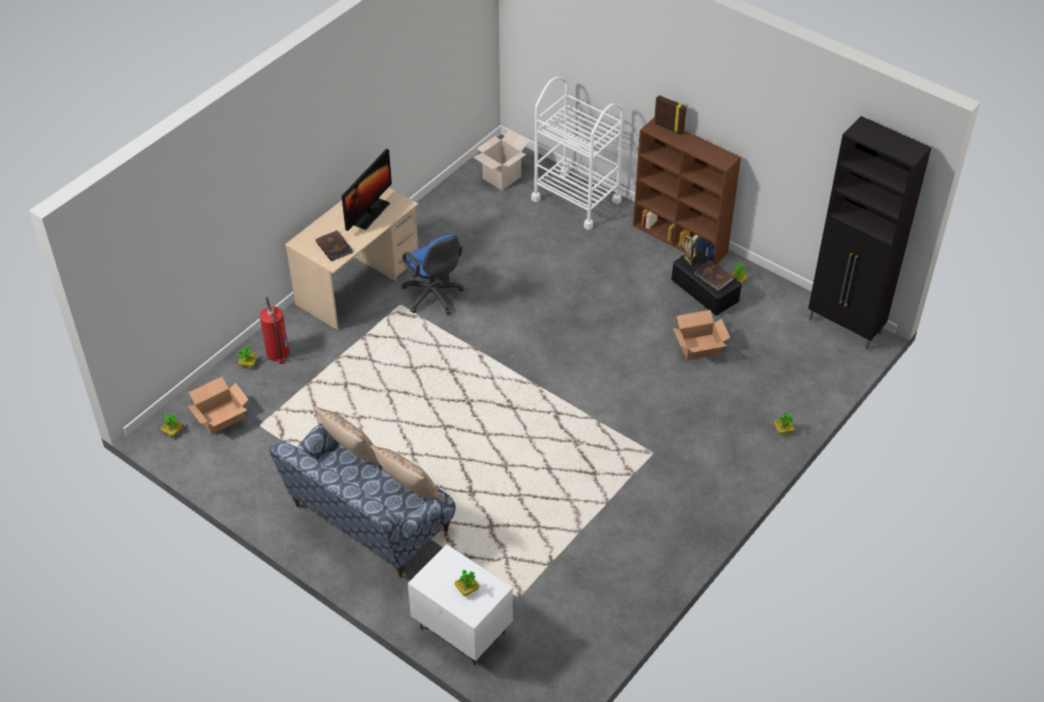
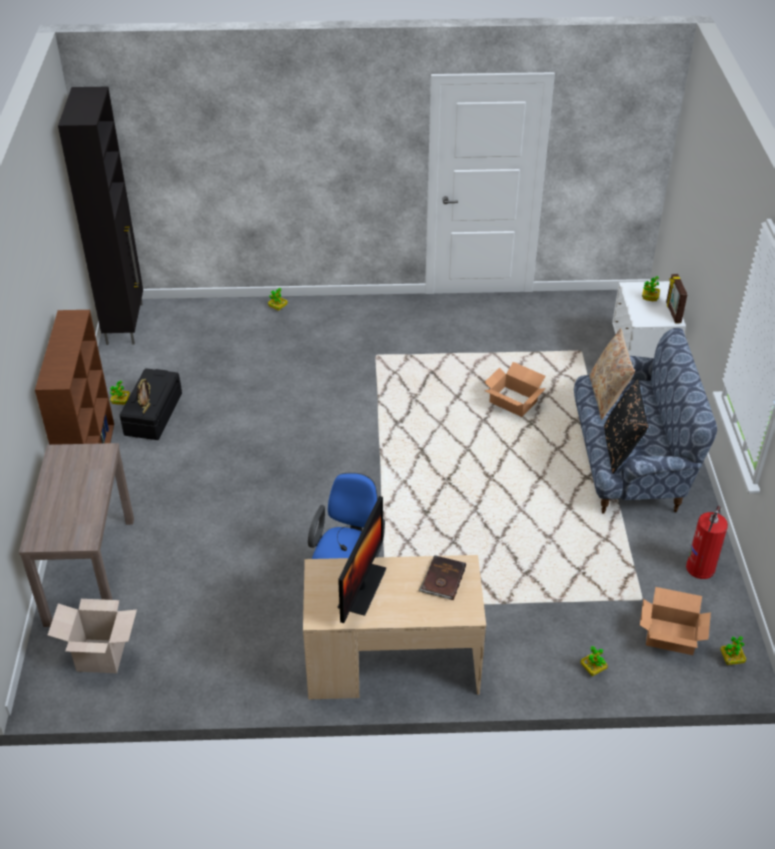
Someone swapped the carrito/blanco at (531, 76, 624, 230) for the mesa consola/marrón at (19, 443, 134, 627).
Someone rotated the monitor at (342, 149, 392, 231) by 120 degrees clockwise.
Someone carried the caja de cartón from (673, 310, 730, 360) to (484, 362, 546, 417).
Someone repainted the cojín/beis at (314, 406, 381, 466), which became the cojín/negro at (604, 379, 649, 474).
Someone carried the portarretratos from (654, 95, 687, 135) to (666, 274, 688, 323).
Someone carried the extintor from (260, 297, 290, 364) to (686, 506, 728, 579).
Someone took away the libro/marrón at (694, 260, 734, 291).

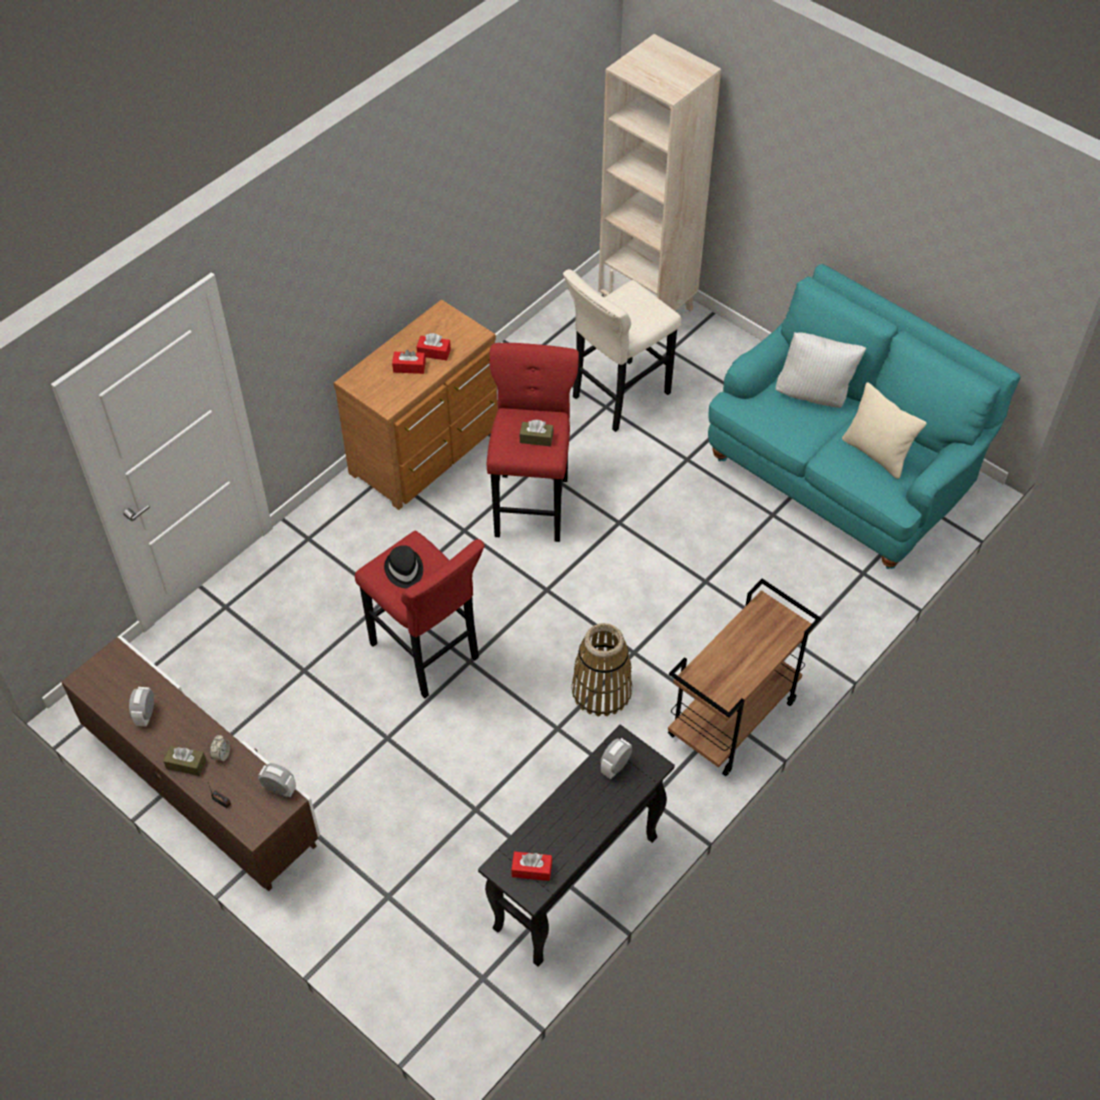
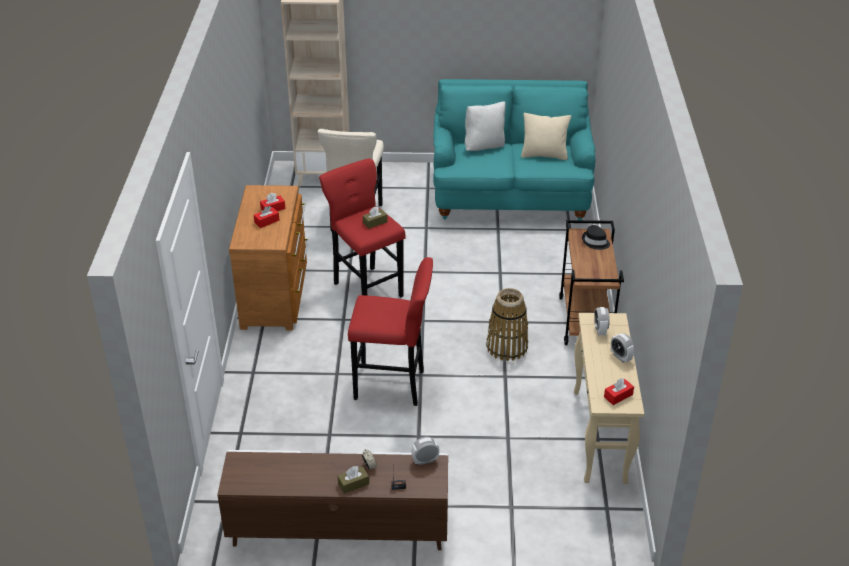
Someone repainted the mesa consola/negro at (478, 724, 675, 967), which became the mesa consola/beis at (574, 313, 644, 484).
Someone carried the sombrero/negro from (384, 545, 423, 589) to (582, 225, 610, 250).
Someone carried the despertador from (129, 687, 154, 727) to (611, 333, 634, 363).

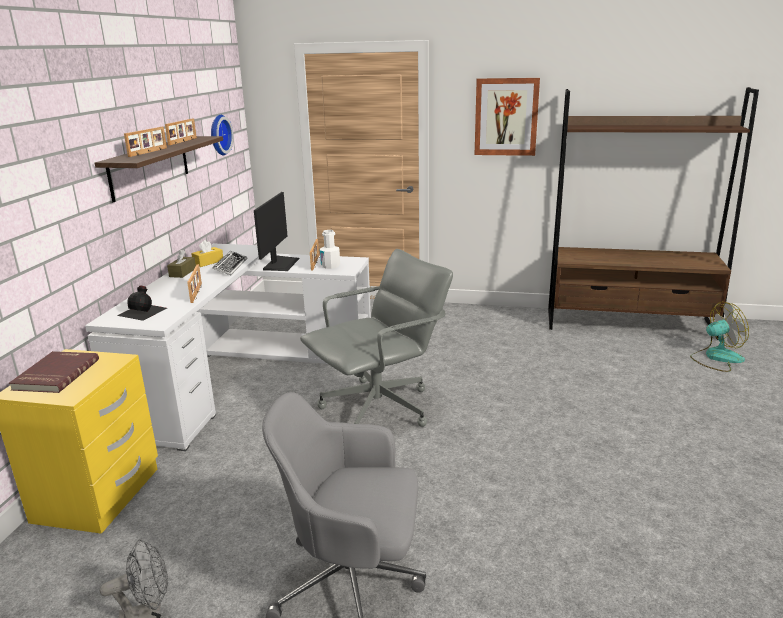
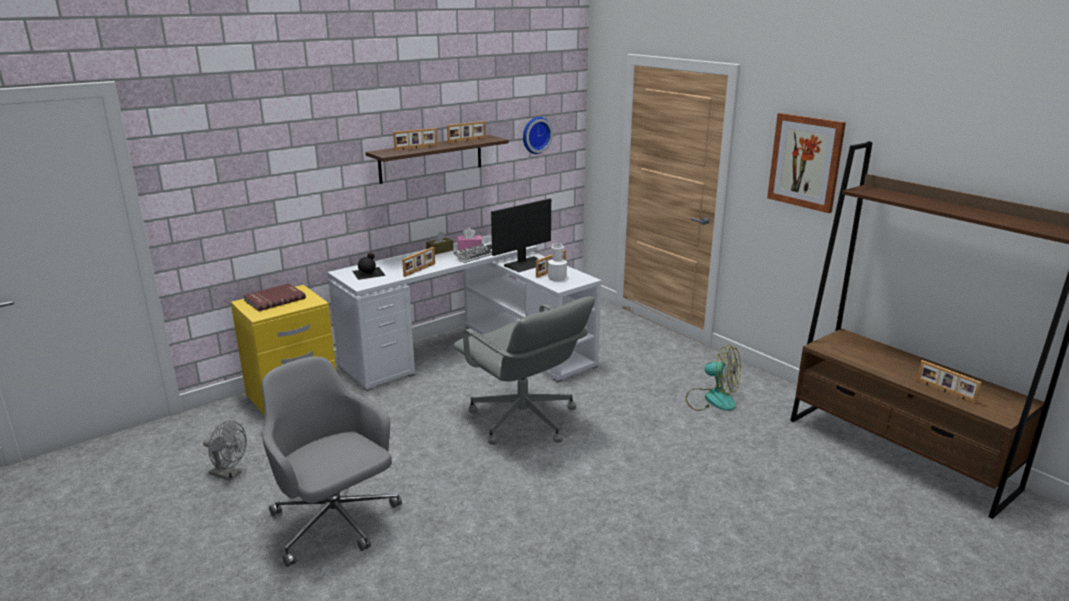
Someone rotated the silla de oficina/gris at (300, 249, 453, 427) by 45 degrees clockwise.
Someone repainted the caja de pañuelos/amarillo at (191, 240, 223, 267), which became the caja de pañuelos/rosa at (457, 228, 482, 250).
Someone carried the ventilador from (690, 302, 749, 372) to (686, 344, 741, 411).
Someone put down the portarretratos at (917, 360, 981, 404).

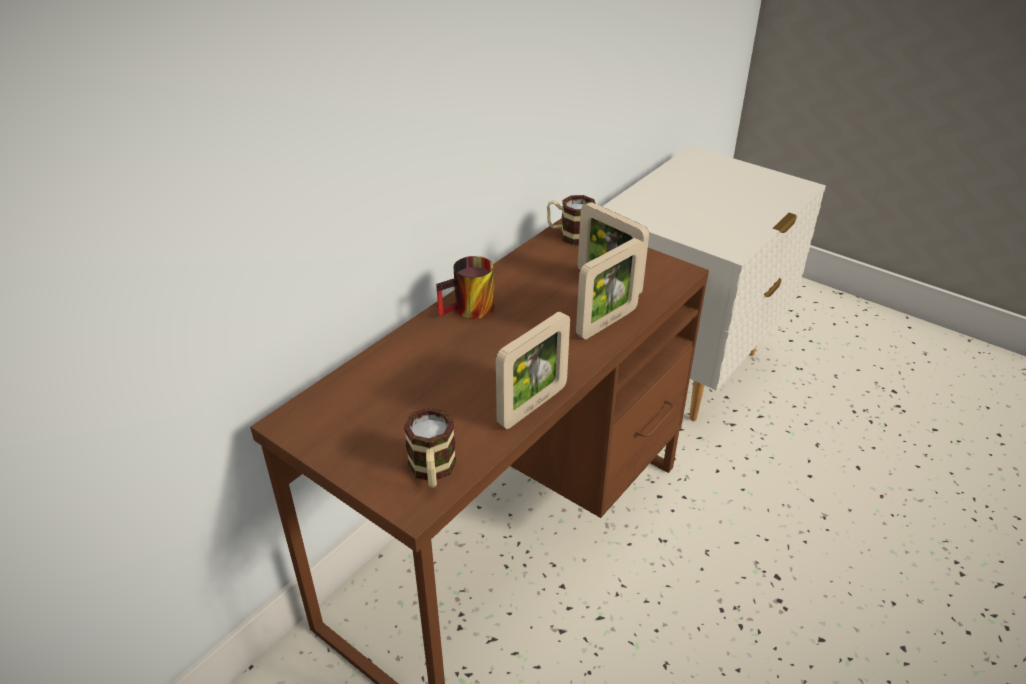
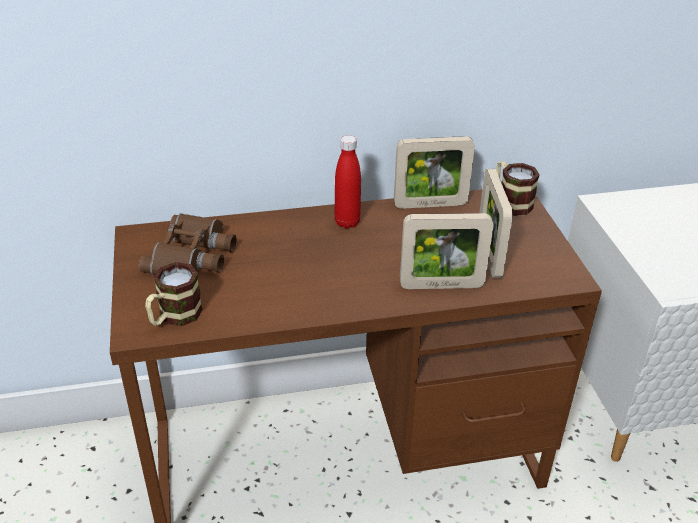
Someone put down the prismáticos/marrón at (139, 213, 237, 275).
Someone swapped the taza grande at (436, 256, 494, 319) for the botella/rojo at (335, 135, 361, 229).
Someone carried the portarretratos from (496, 312, 570, 429) to (394, 136, 475, 209).

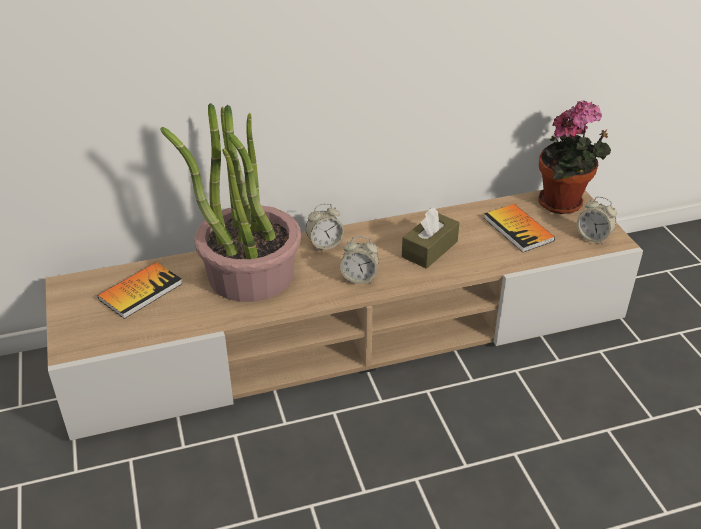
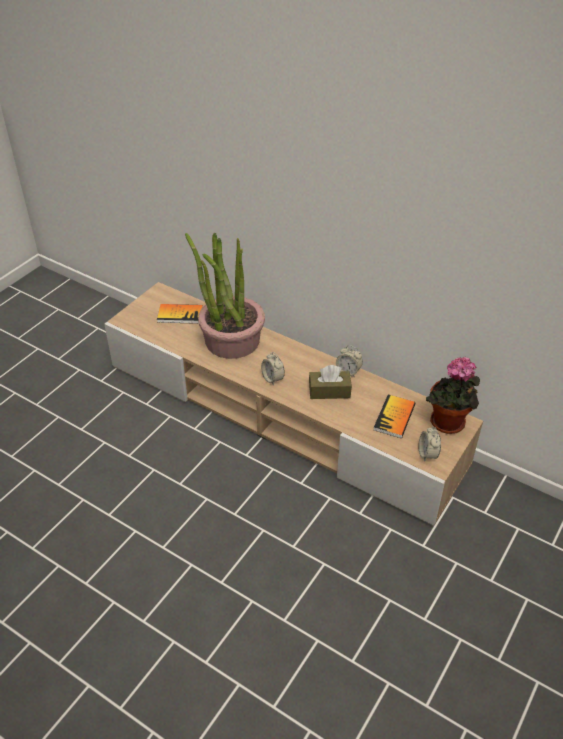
Someone carried the despertador from (306, 203, 344, 251) to (336, 345, 363, 377).

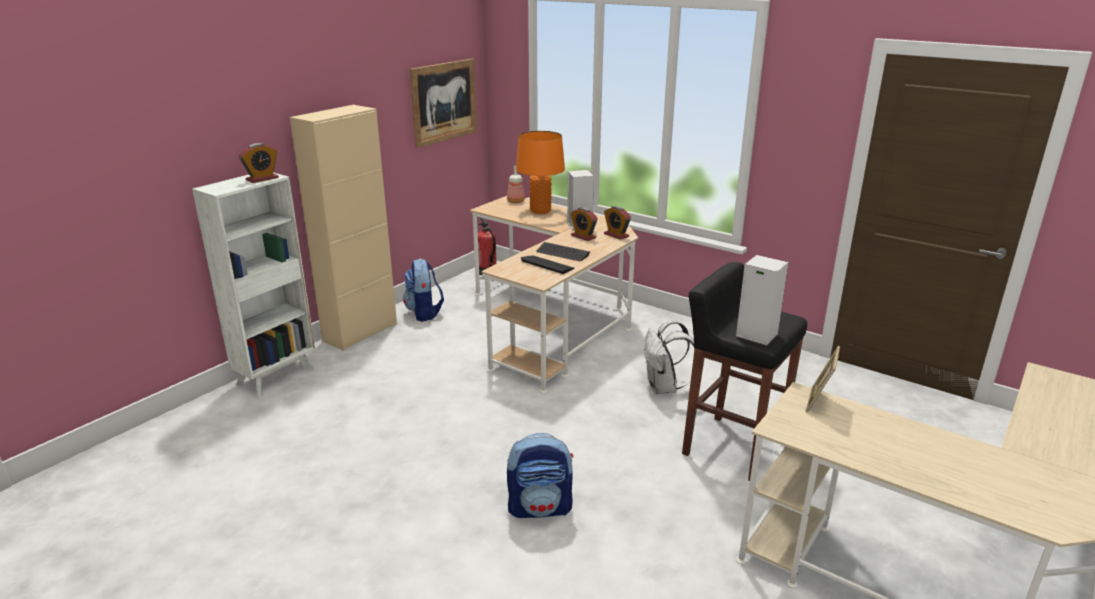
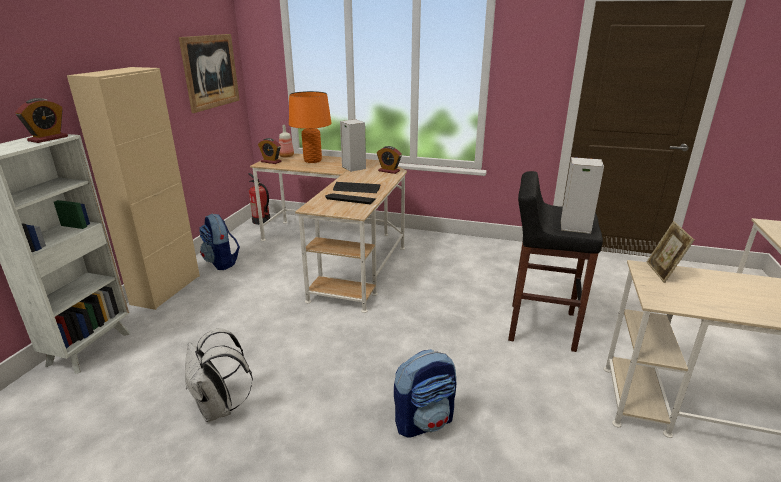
Someone carried the mochila/blanco from (644, 320, 695, 394) to (185, 328, 253, 422).
Someone carried the despertador from (570, 207, 598, 241) to (258, 138, 281, 164).

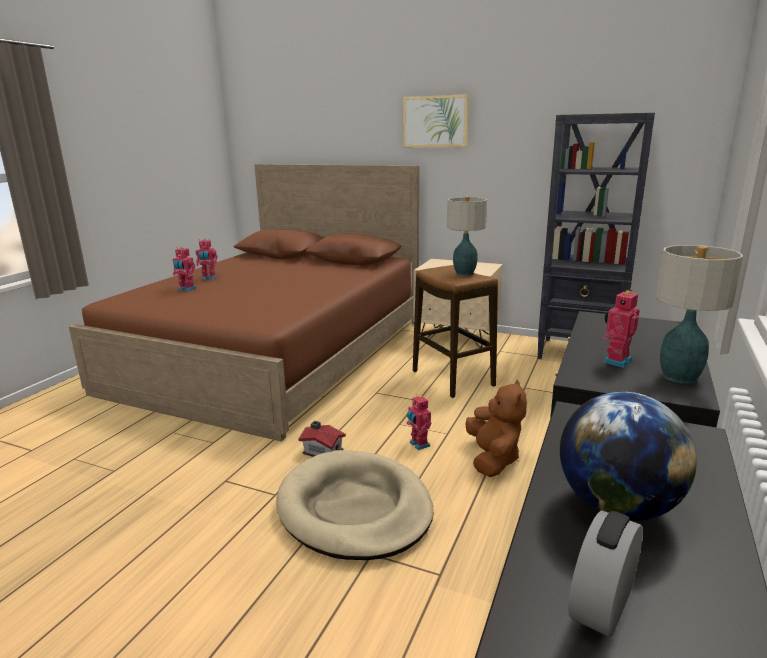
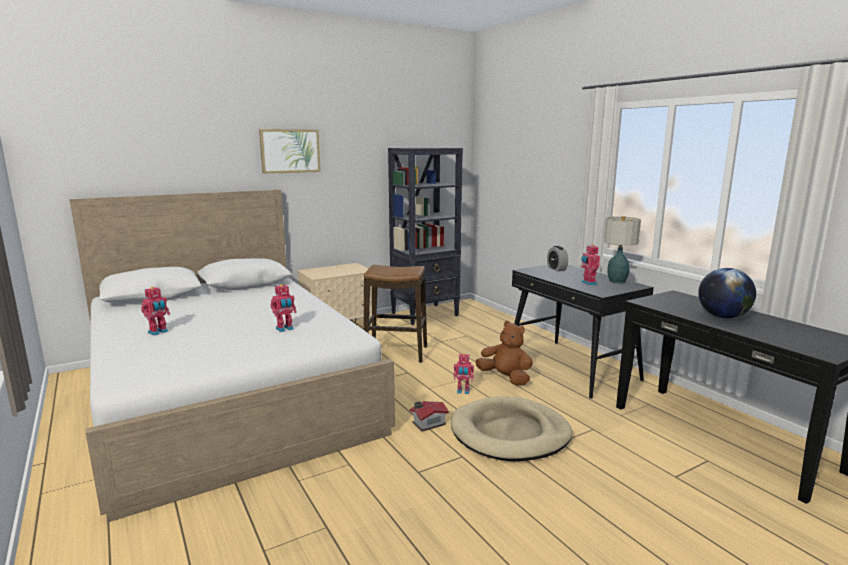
Someone repainted the cama/marrón at (69, 164, 420, 442), which became the cama/blanco at (70, 190, 395, 522).
Someone carried the robot de juguete from (173, 247, 196, 291) to (270, 284, 297, 332).
Someone carried the despertador from (568, 510, 643, 637) to (547, 246, 568, 271).
Someone took away the lámpara de mesa at (447, 196, 487, 276).

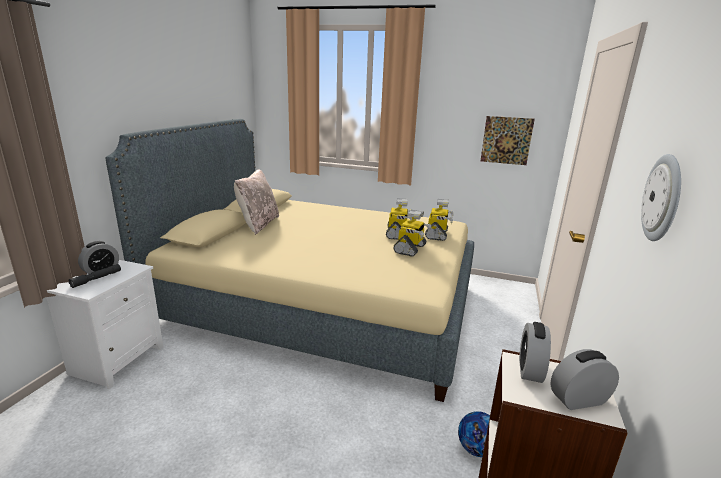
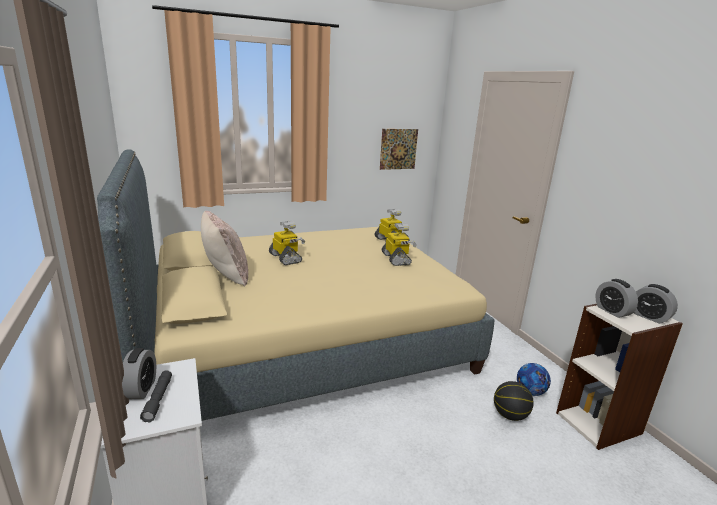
Someone carried the robot de juguete from (386, 198, 412, 240) to (269, 220, 305, 265).
Someone put down the balón de baloncesto at (494, 381, 534, 421).
Someone rotated the despertador at (550, 349, 619, 410) by 75 degrees counterclockwise.
Someone took away the reloj de pared at (641, 154, 681, 241).

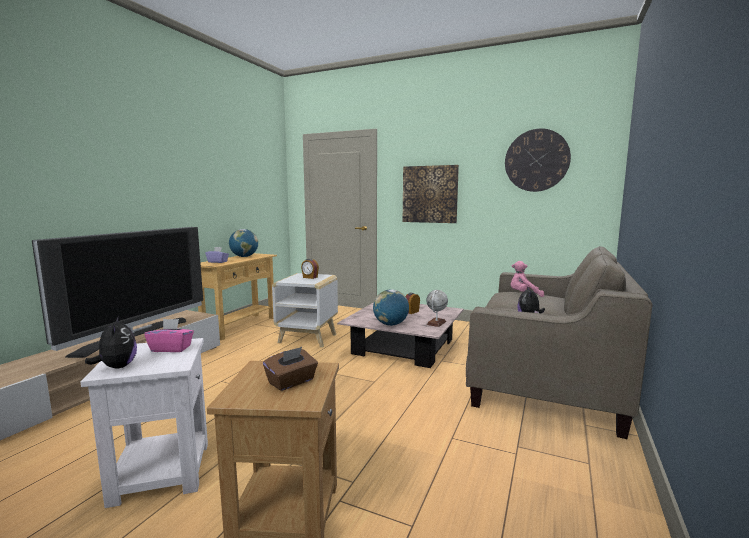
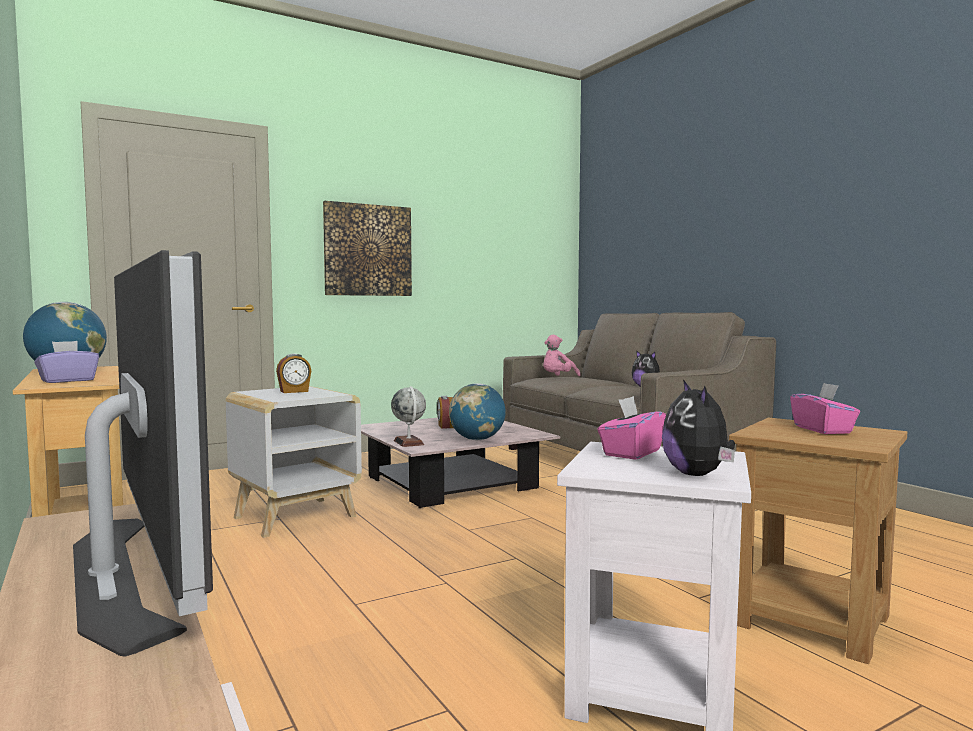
Someone carried the globo terráqueo from (426, 290, 448, 327) to (391, 386, 426, 447).
Someone rotated the peluche at (85, 316, 137, 369) by 105 degrees counterclockwise.
Someone repainted the caja de pañuelos/marrón at (263, 347, 318, 391), which became the caja de pañuelos/rosa at (790, 383, 860, 434).
Someone took away the reloj de pared at (505, 128, 571, 192).

